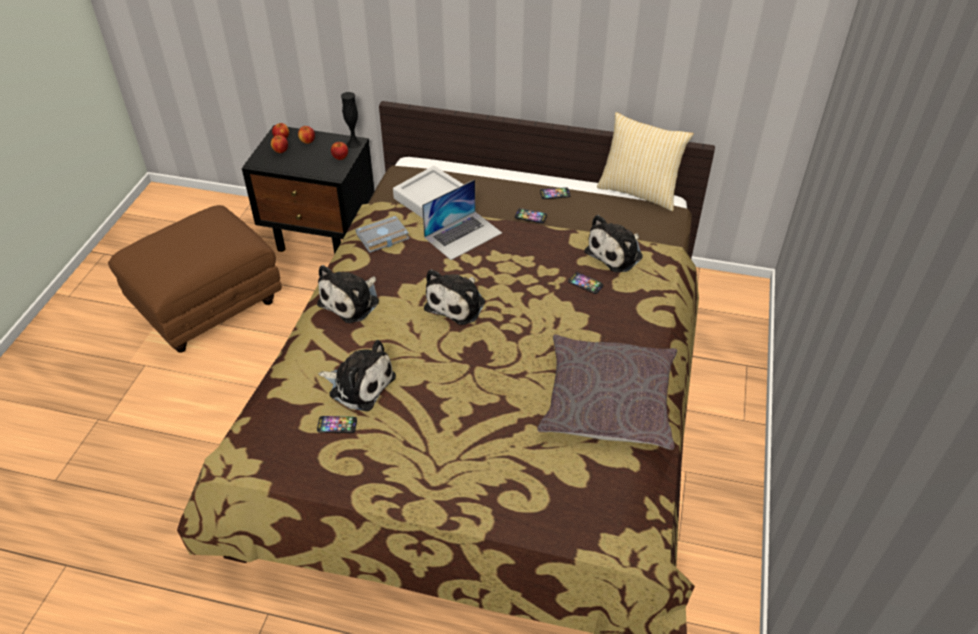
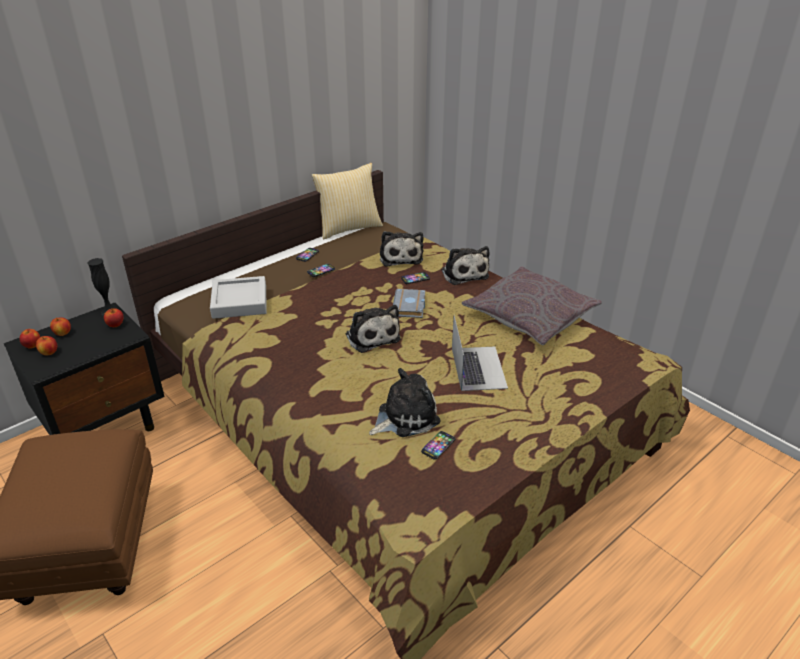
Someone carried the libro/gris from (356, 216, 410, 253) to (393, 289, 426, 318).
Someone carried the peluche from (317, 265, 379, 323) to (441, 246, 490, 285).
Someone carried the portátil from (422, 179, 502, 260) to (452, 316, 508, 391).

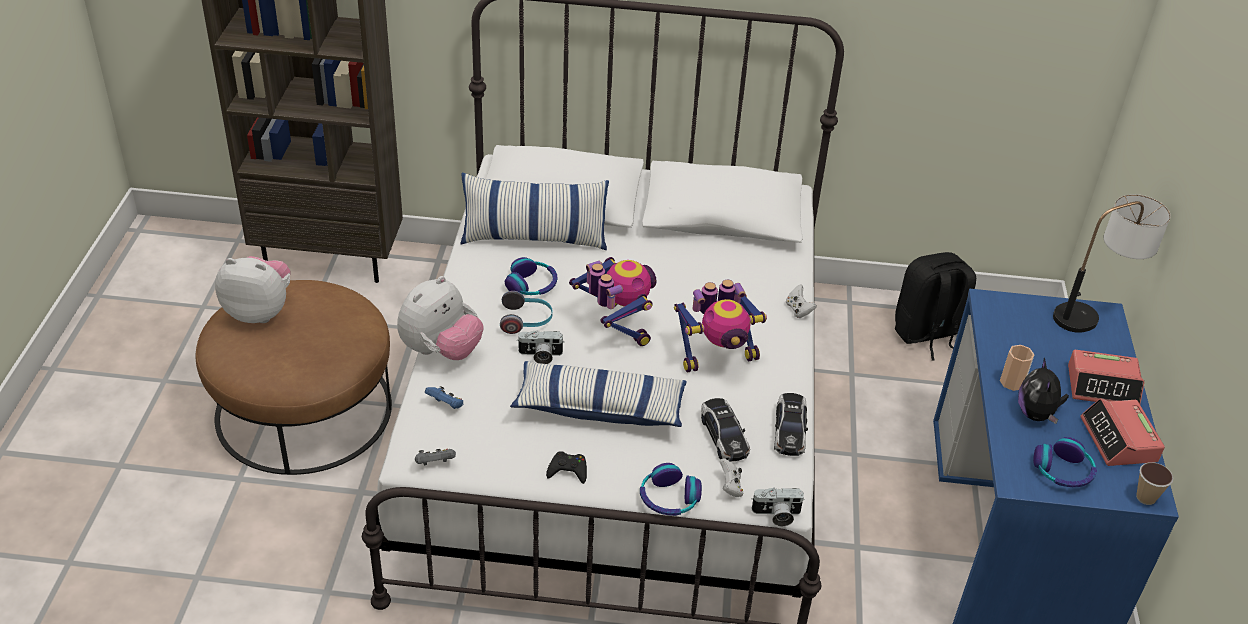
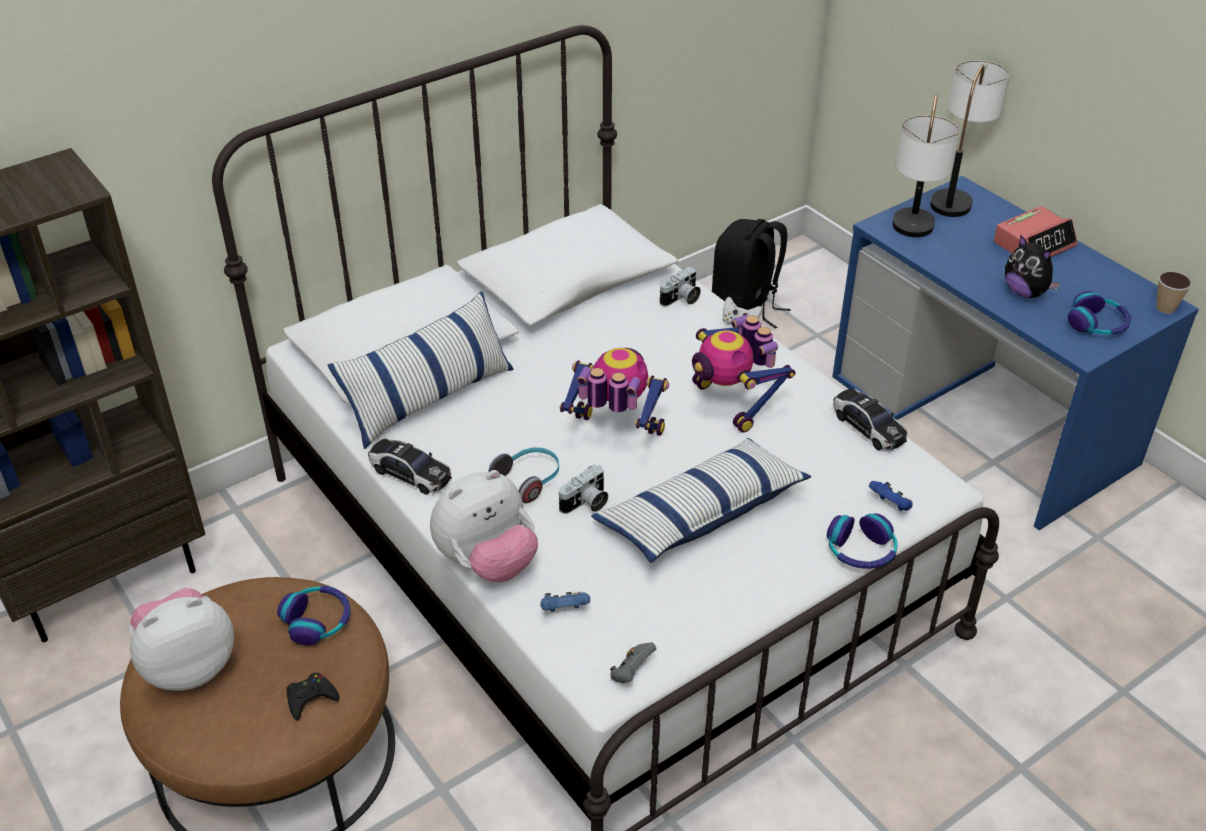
Someone carried the auriculares from (505, 257, 557, 295) to (277, 586, 351, 645).
Someone carried the mando de consola/negro from (546, 451, 587, 484) to (286, 673, 339, 721).
Someone carried the coche de juguete from (701, 398, 750, 462) to (368, 438, 452, 495).
Someone rotated the peluche at (397, 276, 484, 360) by 60 degrees clockwise.
Someone carried the cámara from (751, 488, 805, 527) to (660, 266, 701, 307).
Someone rotated the robot de juguete at (674, 280, 767, 373) by 120 degrees clockwise.
Someone repainted the mando de consola/blanco at (719, 458, 743, 497), which became the mando de consola/azul at (869, 481, 913, 511).
Someone put down the lámpara de mesa at (893, 94, 960, 237).
Someone took away the taza at (1000, 345, 1034, 391).
Someone took away the despertador at (1080, 398, 1165, 466).

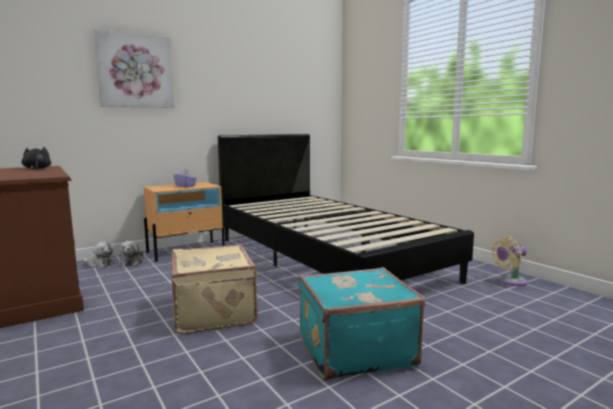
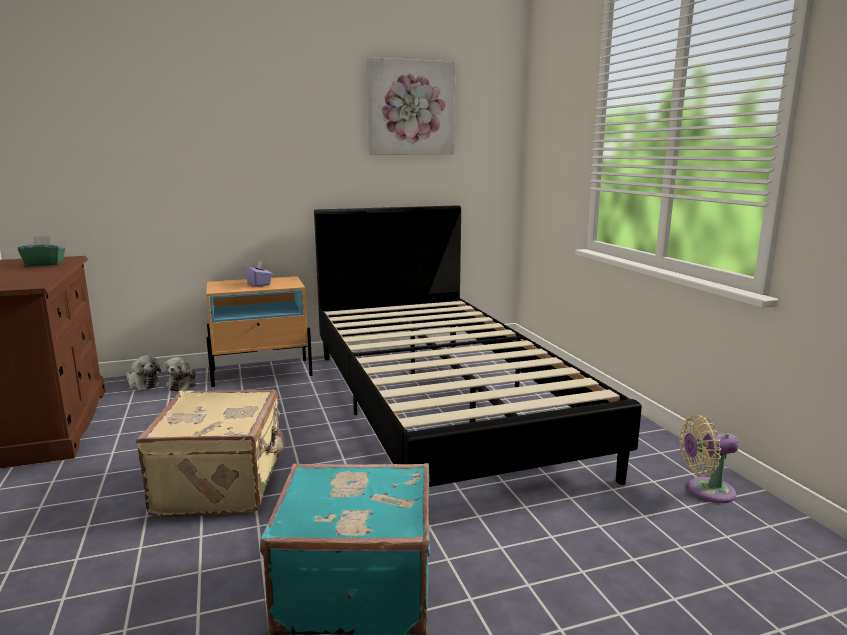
Someone swapped the peluche/negro at (21, 147, 51, 169) for the caja de pañuelos/verde at (18, 236, 65, 266).
Someone carried the cuadro from (93, 29, 175, 108) to (367, 57, 455, 154).

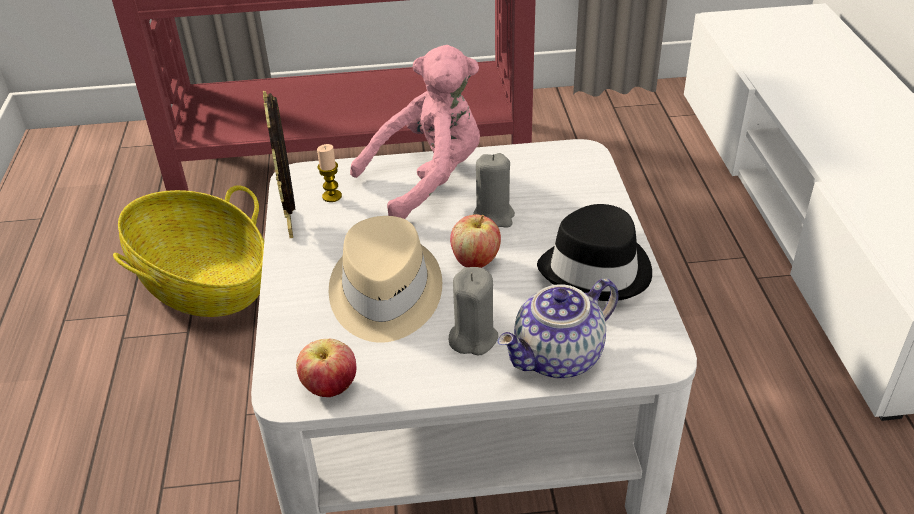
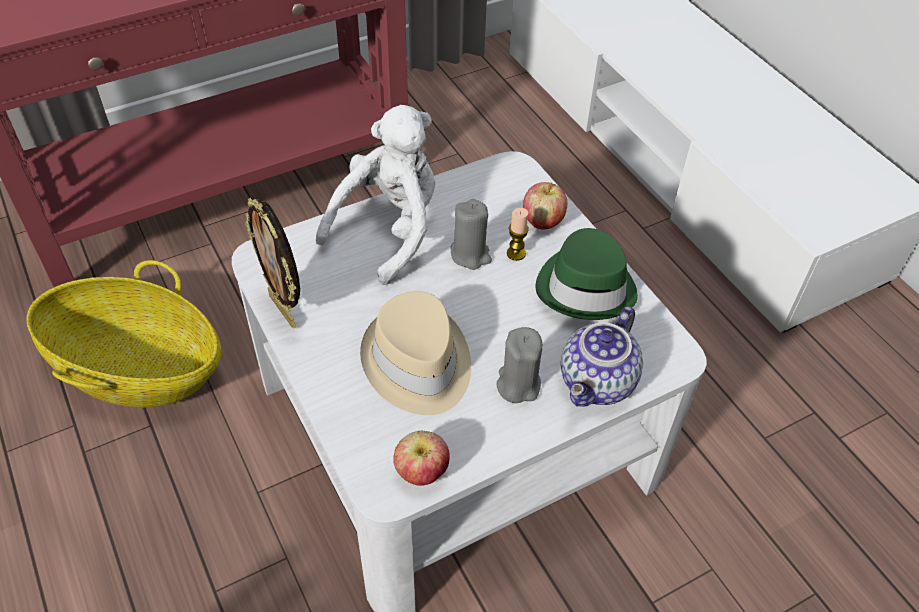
Someone repainted the peluche/rosa at (350, 45, 480, 219), which became the peluche/blanco at (315, 105, 435, 285).
Someone carried the vela from (317, 144, 342, 202) to (507, 208, 529, 261).
Someone carried the manzana from (450, 214, 501, 268) to (523, 182, 567, 229).
Someone repainted the sombrero/negro at (537, 204, 652, 301), which became the sombrero/verde at (535, 228, 638, 320).

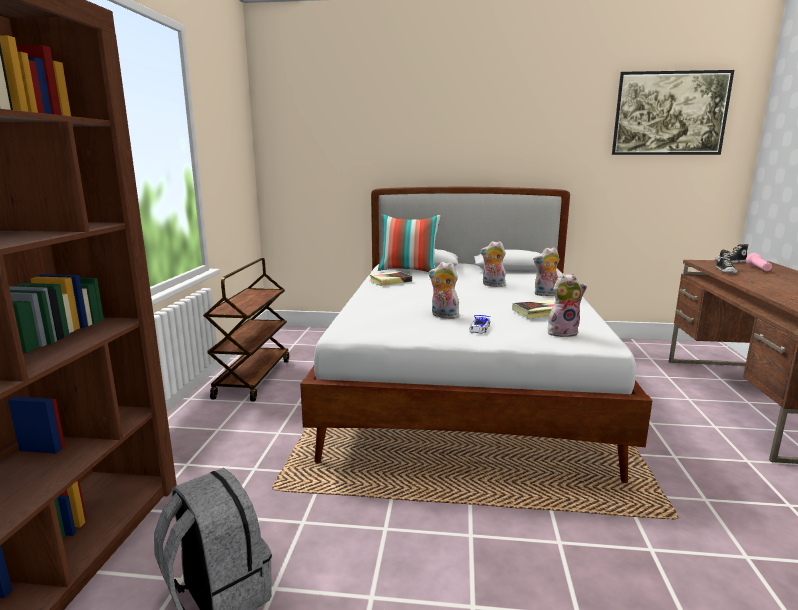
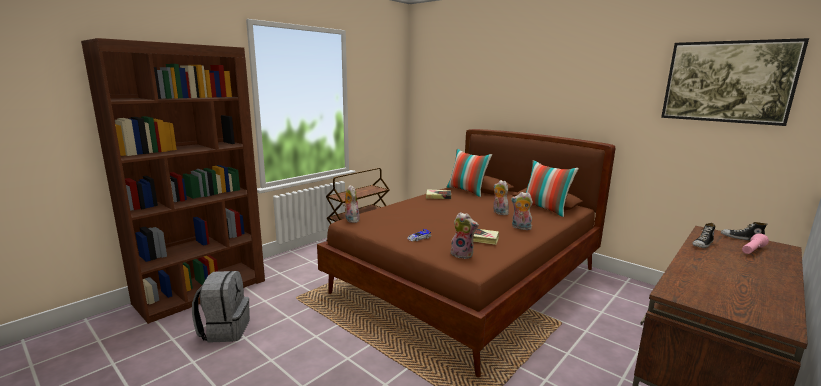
Someone repainted the cama/blanco at (300, 187, 653, 483), which became the cama/marrón at (317, 129, 616, 377).
Someone carried the peluche from (429, 262, 459, 319) to (343, 185, 360, 223).
Someone put down the cojín at (526, 160, 579, 217).

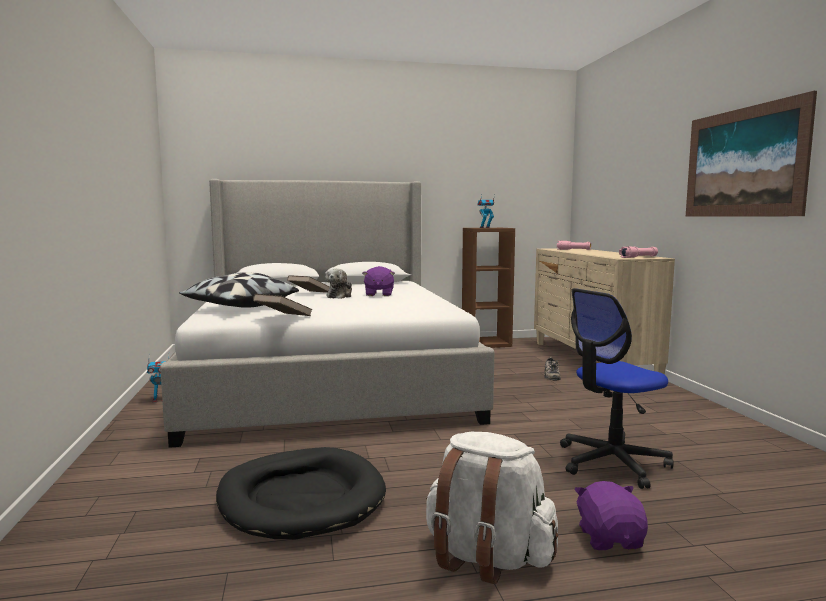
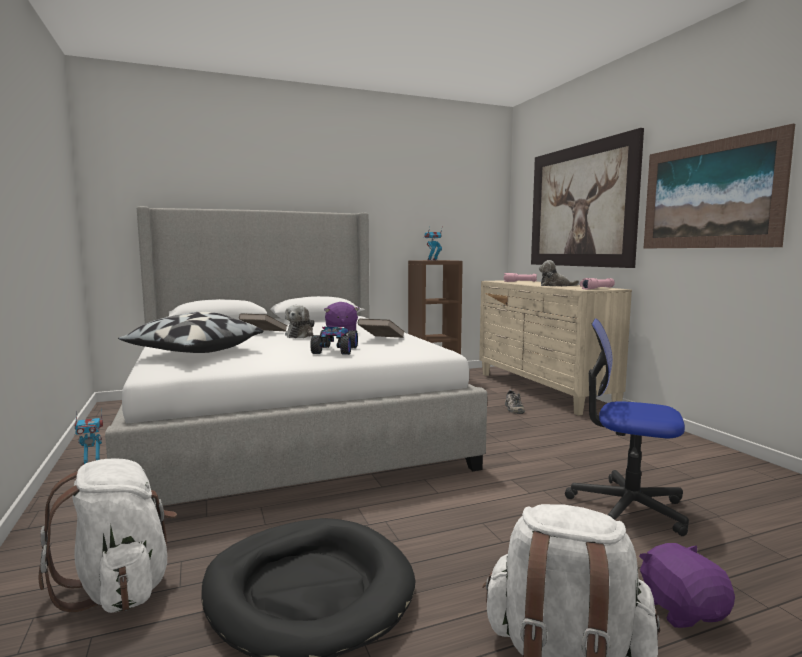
Someone put down the mochila/blanco at (39, 458, 177, 613).
Someone put down the coche de juguete at (310, 326, 358, 355).
Someone carried the libro/marrón from (253, 294, 313, 316) to (358, 319, 405, 338).
Someone put up the cuadro at (531, 128, 644, 268).
Someone put down the peluche at (539, 260, 579, 286).
Someone rotated the silla de oficina at (560, 288, 674, 489) by 60 degrees clockwise.

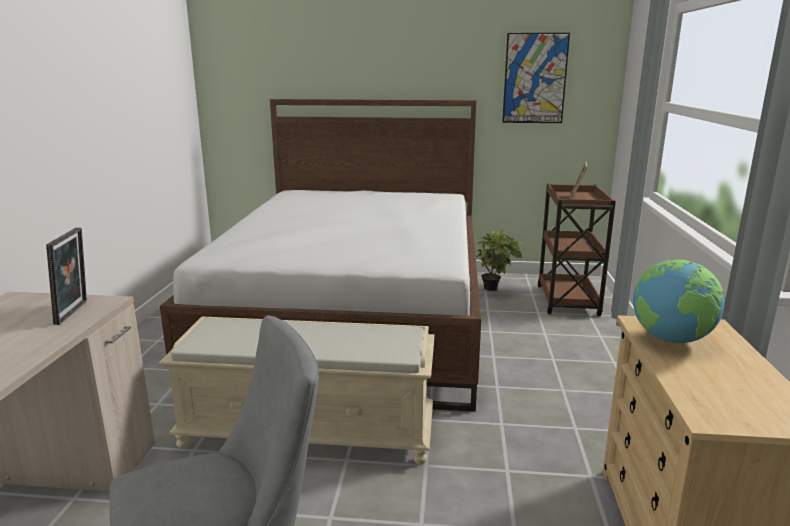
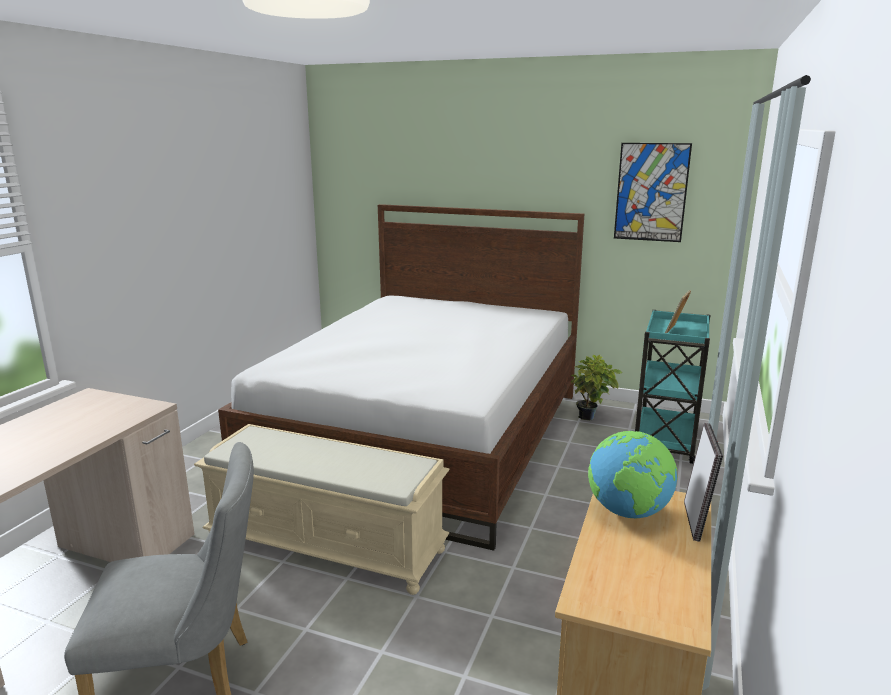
Someone repainted the carrito/marrón at (537, 184, 616, 316), which became the carrito/turquesa at (635, 310, 710, 464).
Someone carried the portarretratos from (46, 228, 87, 325) to (684, 423, 723, 542).

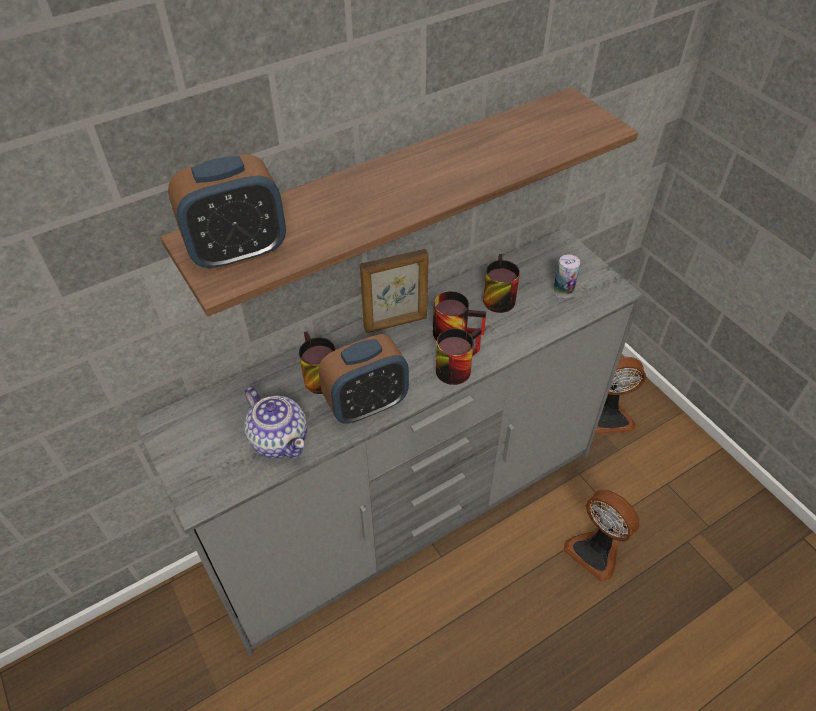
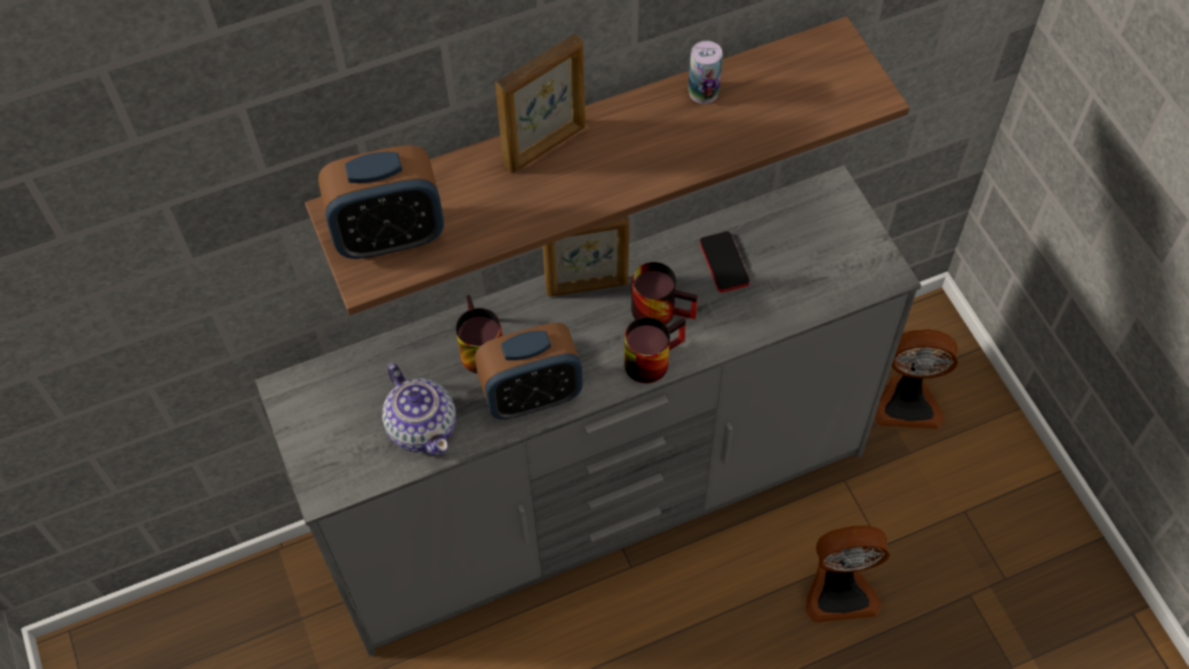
Someone put down the portarretratos at (495, 33, 585, 173).
Someone carried the lata from (554, 254, 580, 298) to (688, 41, 723, 104).
Someone swapped the taza grande at (483, 254, 520, 313) for the móvil at (700, 231, 750, 292).
Someone rotated the ventilador at (563, 490, 639, 582) by 60 degrees counterclockwise.

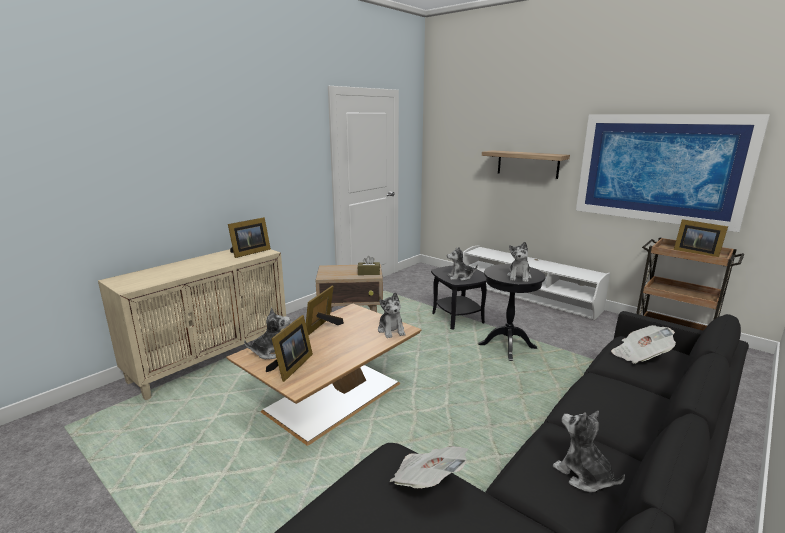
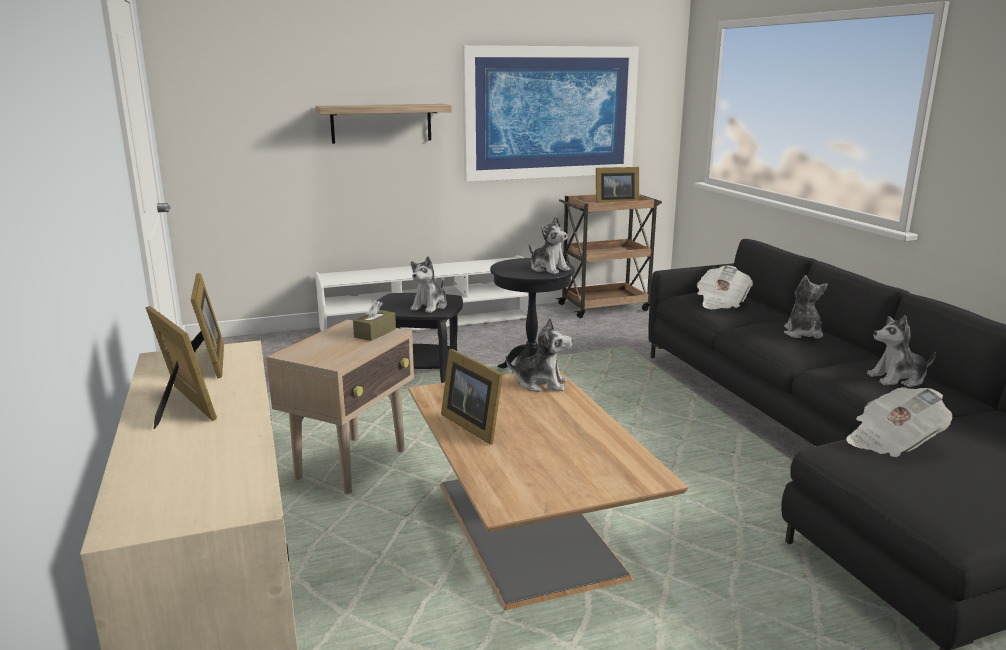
Someone carried the portarretratos from (266, 315, 313, 382) to (145, 306, 217, 429).
Someone carried the peluche from (244, 307, 290, 359) to (784, 275, 828, 339).

